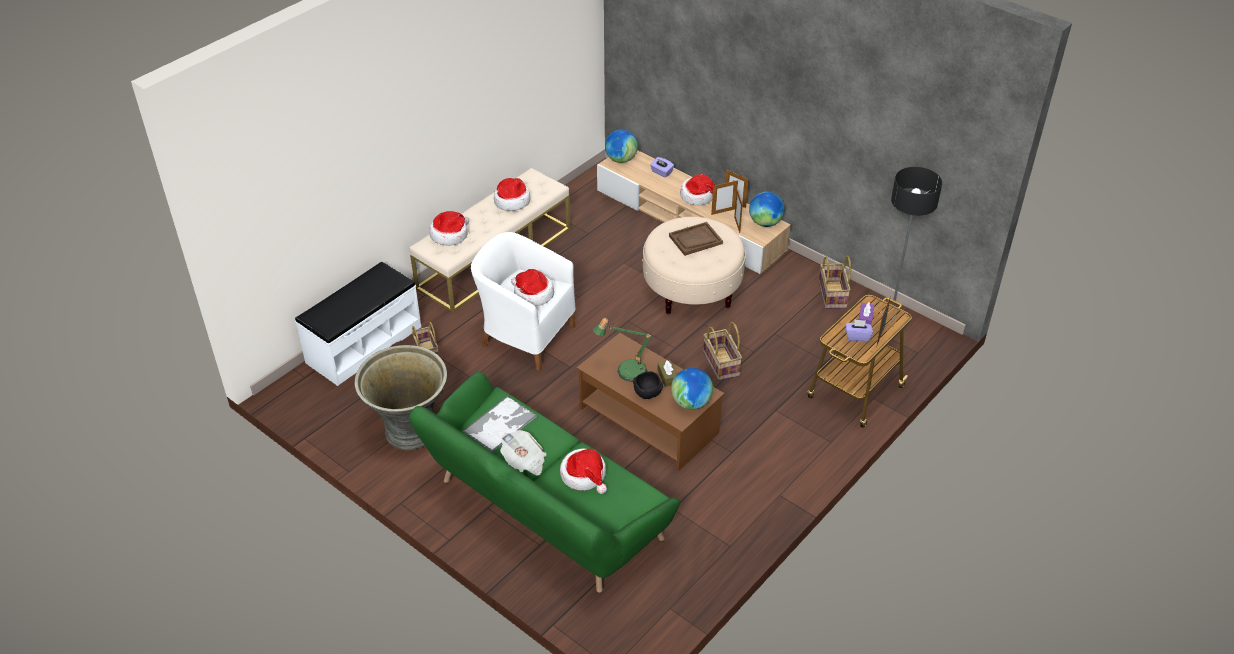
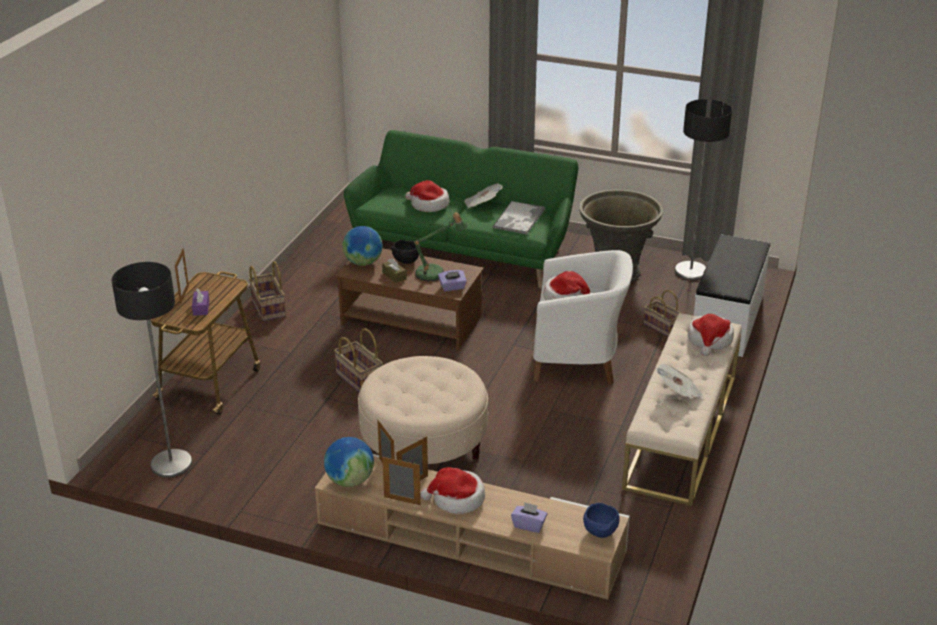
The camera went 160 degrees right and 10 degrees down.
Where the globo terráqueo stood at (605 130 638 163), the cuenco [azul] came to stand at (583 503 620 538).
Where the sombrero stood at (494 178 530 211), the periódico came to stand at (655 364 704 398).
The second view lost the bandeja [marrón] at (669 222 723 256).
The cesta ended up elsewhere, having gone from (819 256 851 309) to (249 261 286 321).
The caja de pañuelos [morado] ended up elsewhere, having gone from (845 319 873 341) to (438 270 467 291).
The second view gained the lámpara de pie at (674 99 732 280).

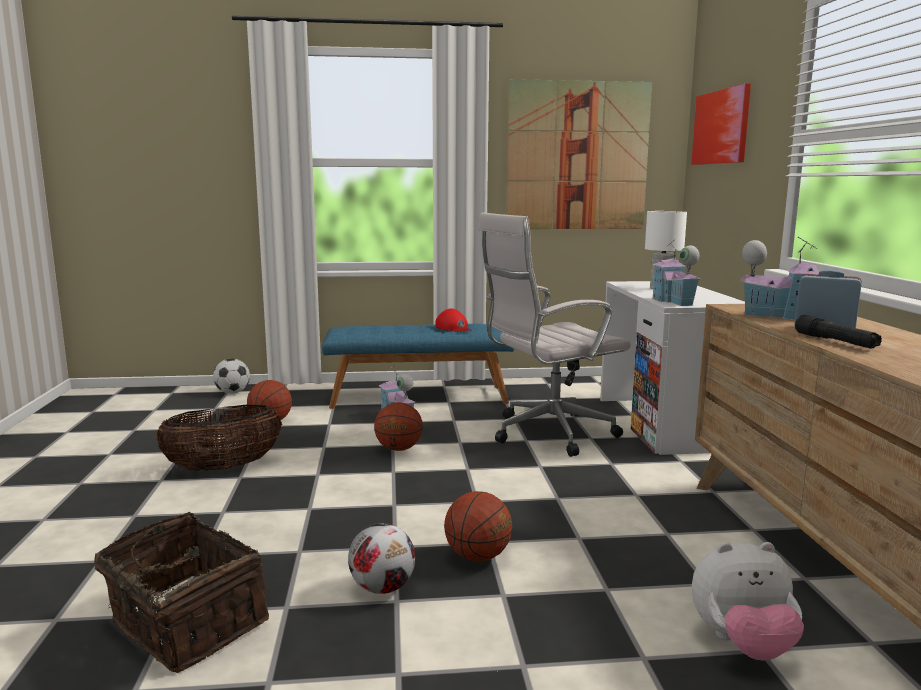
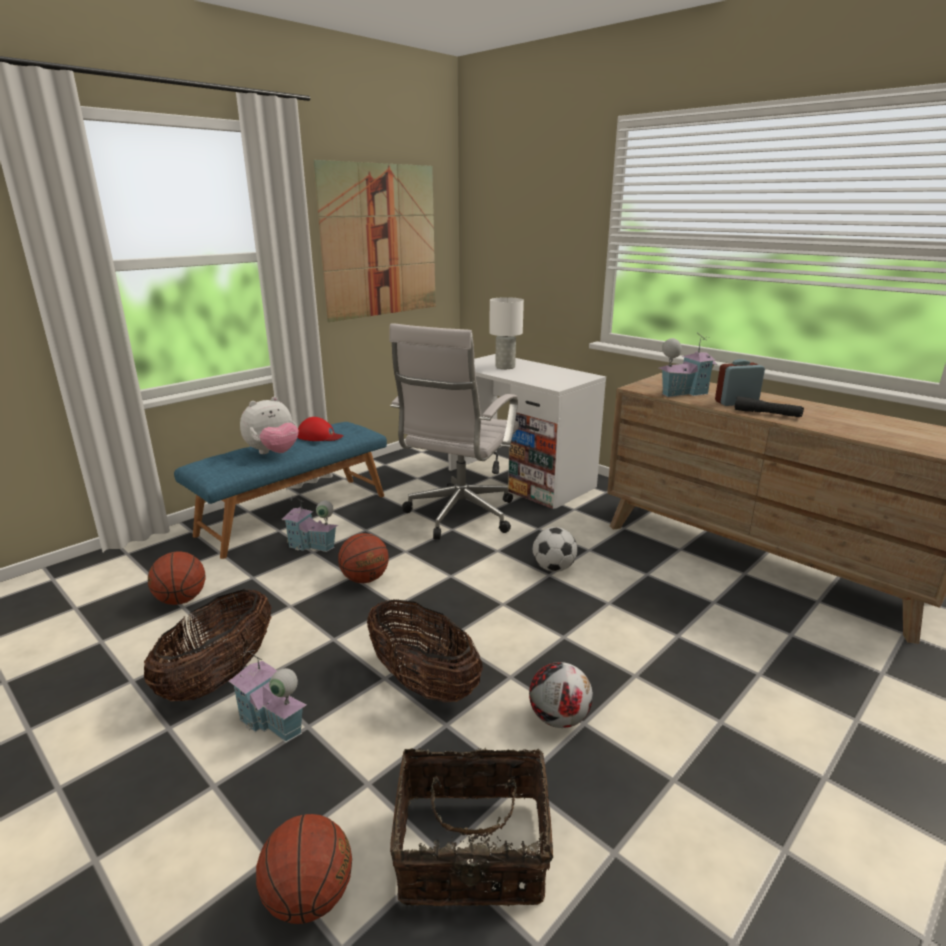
The camera went 40 degrees left and 10 degrees up.
The second view lost the cuadro at (691 83 751 165).
The casita ended up elsewhere, having gone from (652 240 701 306) to (229 648 306 742).
The balón de fútbol ended up elsewhere, having gone from (213 359 250 394) to (533 527 577 572).
The balón de baloncesto ended up elsewhere, having gone from (444 491 512 562) to (256 814 352 924).
The peluche ended up elsewhere, having gone from (692 542 804 661) to (240 396 298 454).
The second view gained the cesta at (367 599 483 703).

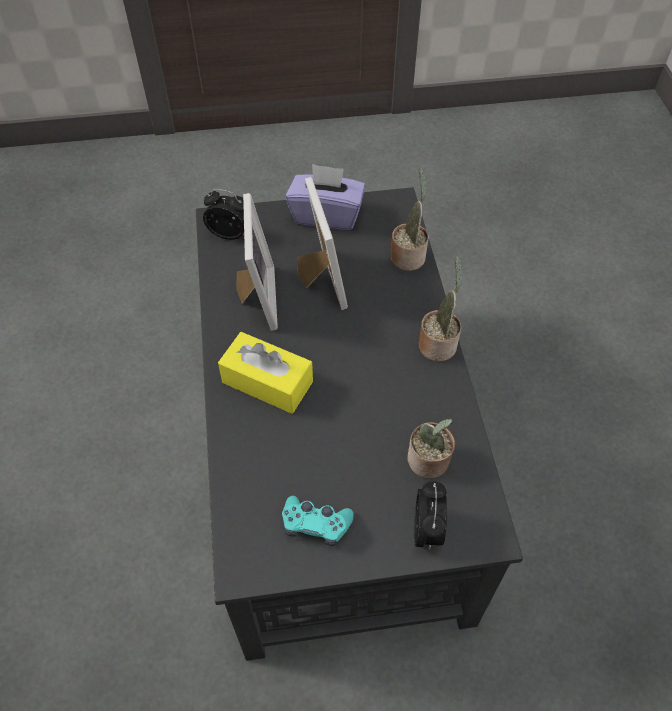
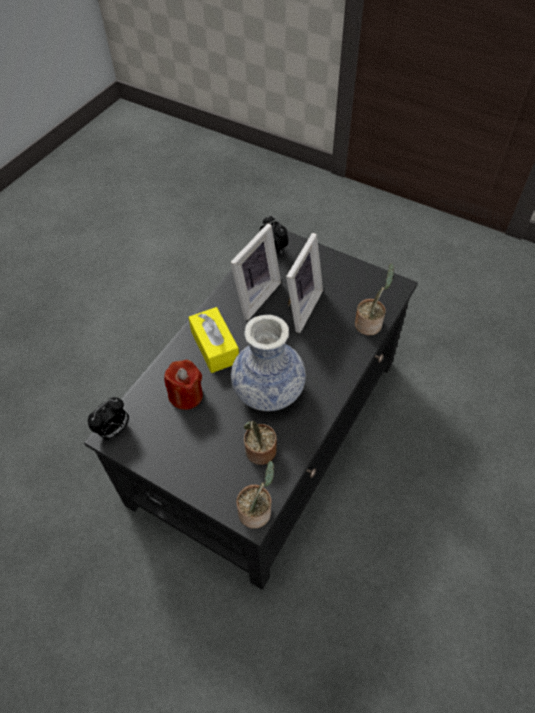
The camera went 40 degrees right and 0 degrees up.
The second view lost the caja de pañuelos [morado] at (286 164 365 230).
The planta en maceta ended up elsewhere, having gone from (419 256 463 361) to (236 460 274 529).
The despertador ended up elsewhere, having gone from (414 481 447 550) to (88 397 129 440).
The second view lost the mando de consola [turquesa] at (282 496 353 546).
The second view gained the florero at (231 315 306 411).
The second view gained the vela [rojo] at (164 360 203 410).

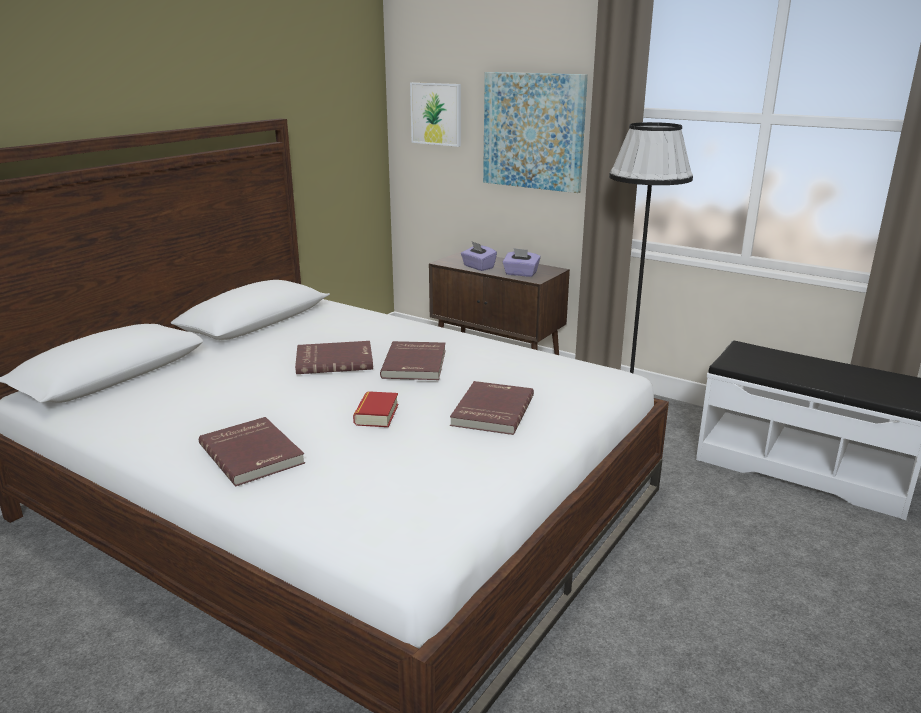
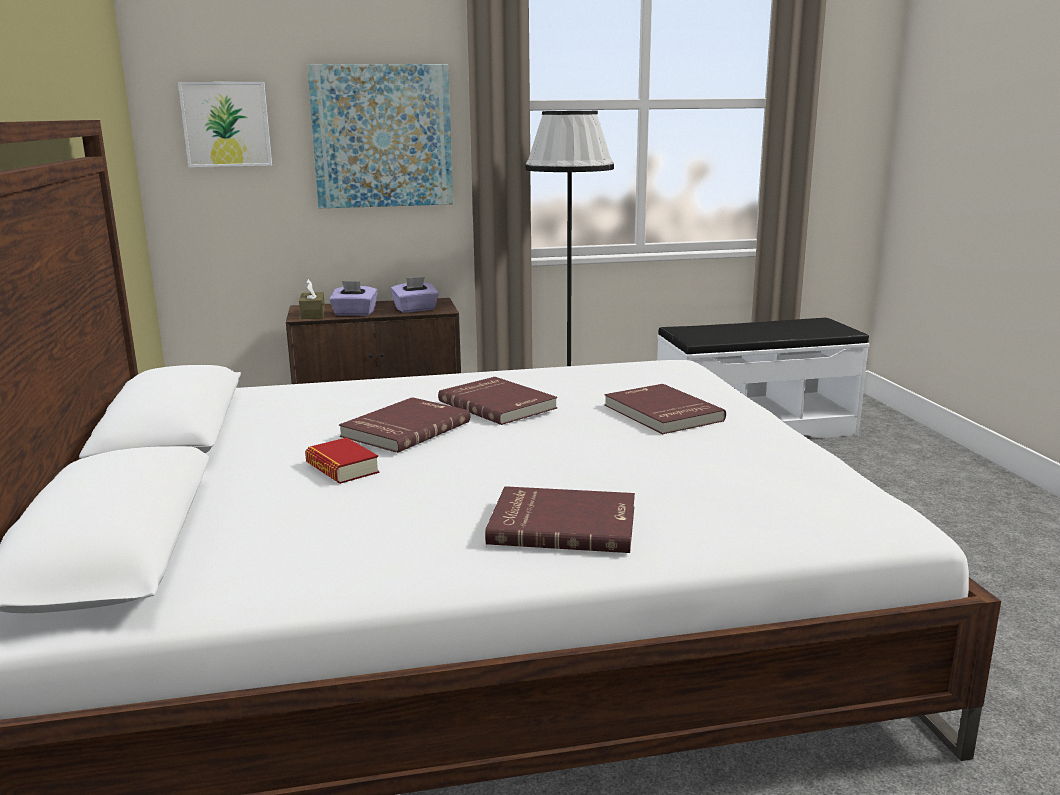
The camera went 45 degrees left and 5 degrees down.
The libro ended up elsewhere, having gone from (353 391 398 427) to (305 437 379 484).
The second view gained the caja de pañuelos [marrón] at (299 279 325 319).

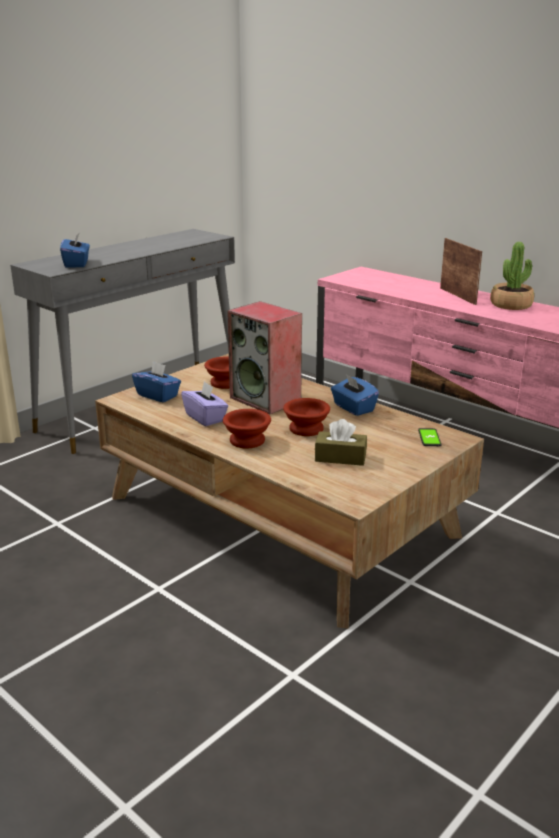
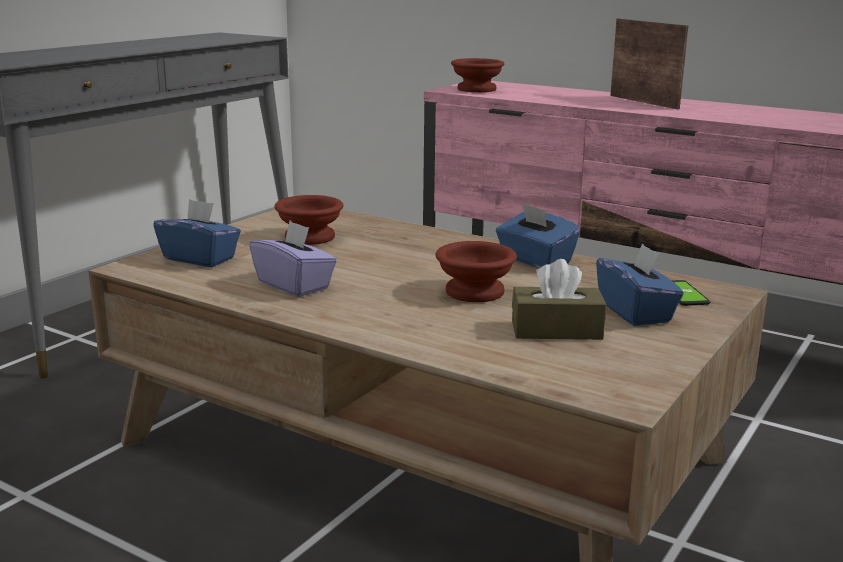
The camera went 10 degrees left and 5 degrees down.
The caja de pañuelos [azul] ended up elsewhere, having gone from (60 232 90 268) to (596 243 684 326).
The second view lost the planta en maceta at (490 242 534 310).
The second view lost the altavoz at (227 301 302 414).
The cuenco [marrón] ended up elsewhere, having gone from (223 409 271 449) to (451 58 504 92).

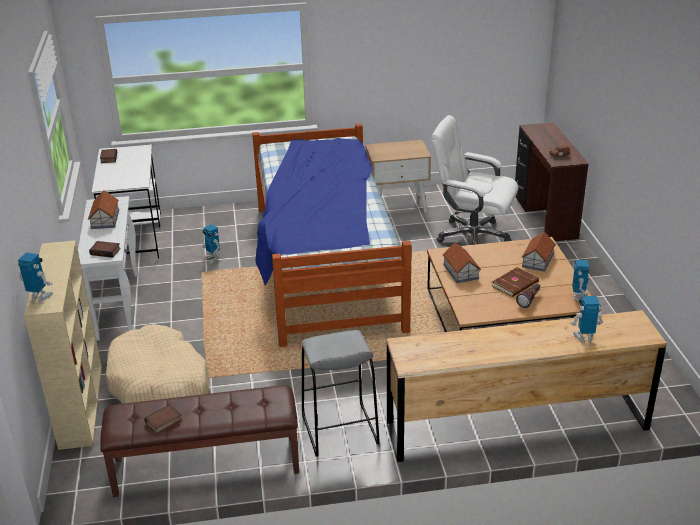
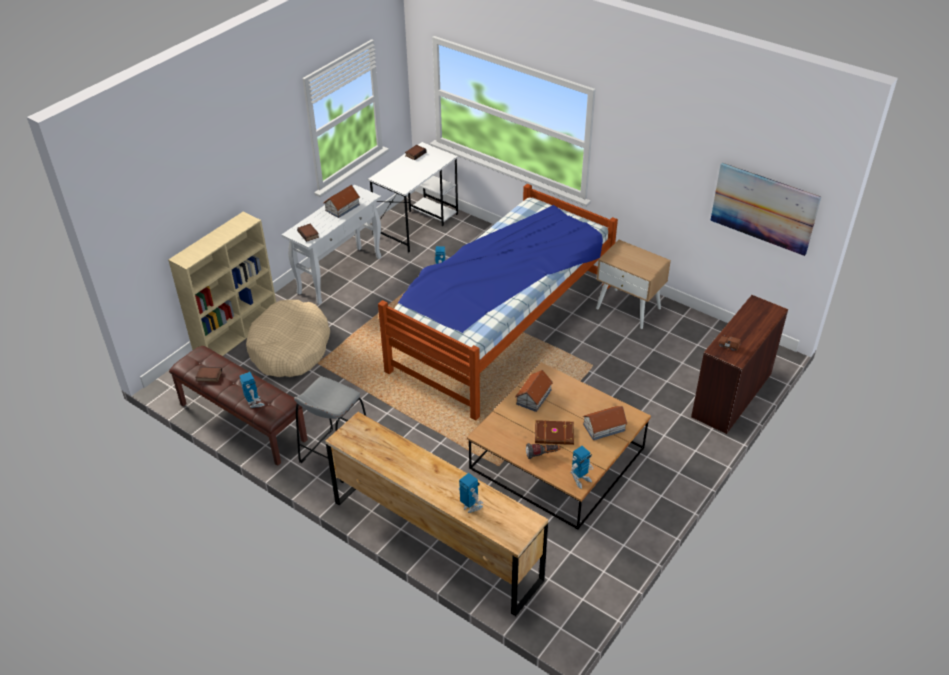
The camera went 45 degrees right and 10 degrees up.
The second view lost the silla de oficina [blanco] at (432 115 519 245).
The robot de juguete ended up elsewhere, having gone from (18 253 53 302) to (240 372 265 408).
The second view gained the cuadro at (710 163 821 256).

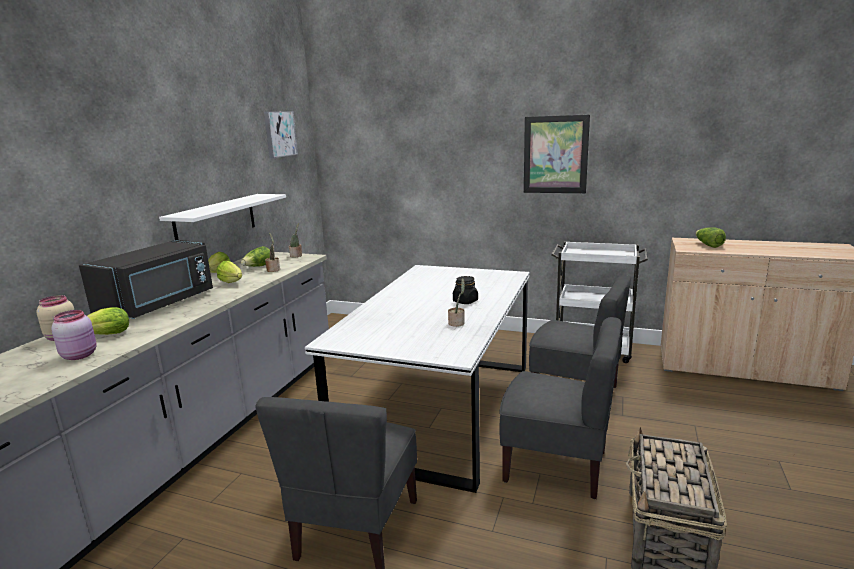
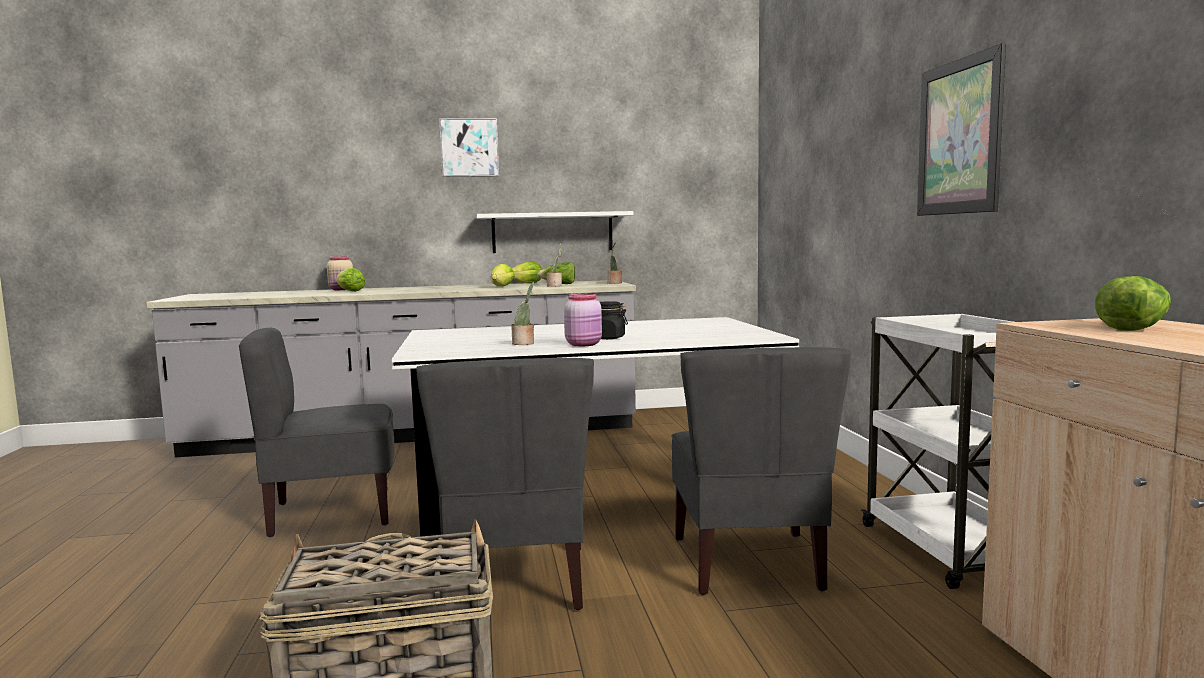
The camera went 60 degrees right and 10 degrees down.
The cuadro ended up elsewhere, having gone from (264 111 298 158) to (439 118 499 177).
The second view lost the microondas [negro] at (79 240 213 319).
The tarro [rosa] ended up elsewhere, having gone from (51 310 96 360) to (564 293 602 346).

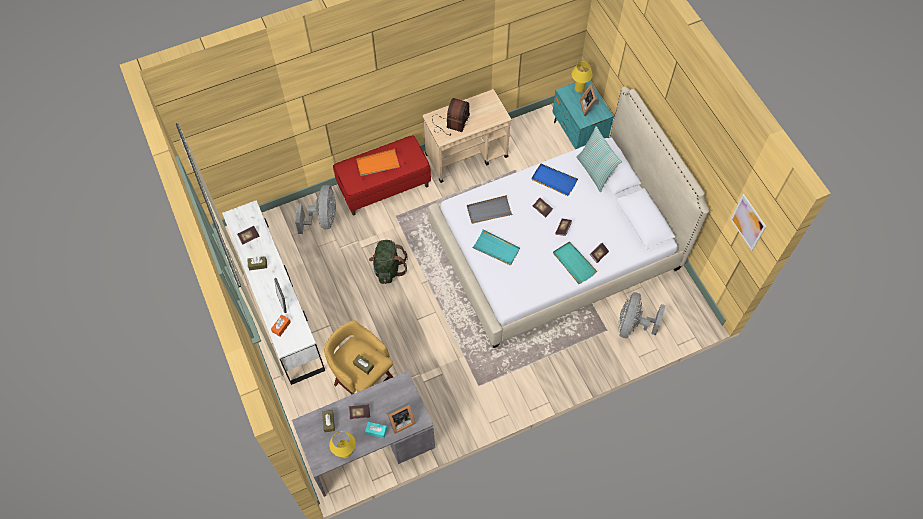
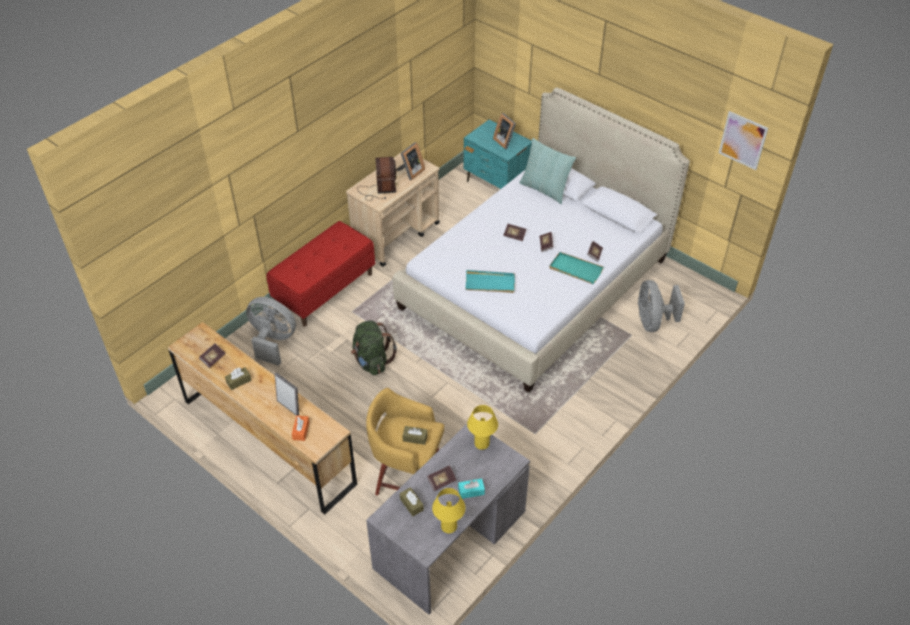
The camera went 25 degrees left and 15 degrees down.
The lámpara de mesa [amarillo] ended up elsewhere, having gone from (572 61 593 93) to (467 405 498 450).
The second view lost the bandeja [naranja] at (356 149 400 176).
The second view lost the bandeja [azul] at (532 164 578 196).
The ventilador [gris] at (295 185 336 234) ended up facing another way, 45 degrees counterclockwise from before.
The second view lost the bandeja [gris] at (467 195 512 224).
What was the cómoda [blanco] at (222 200 325 385) turned into the cómoda [marrón] at (168 322 357 514).
The portarretratos ended up elsewhere, having gone from (386 403 416 434) to (396 142 425 180).

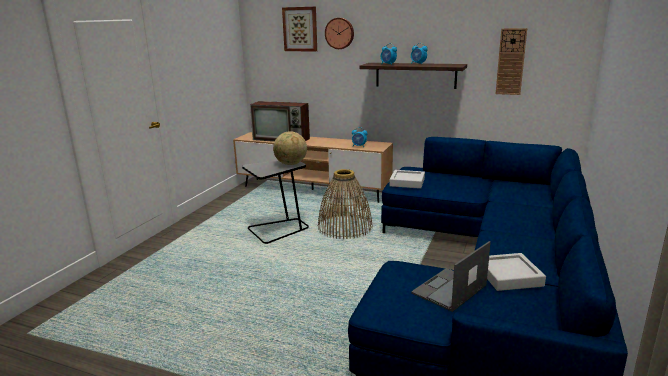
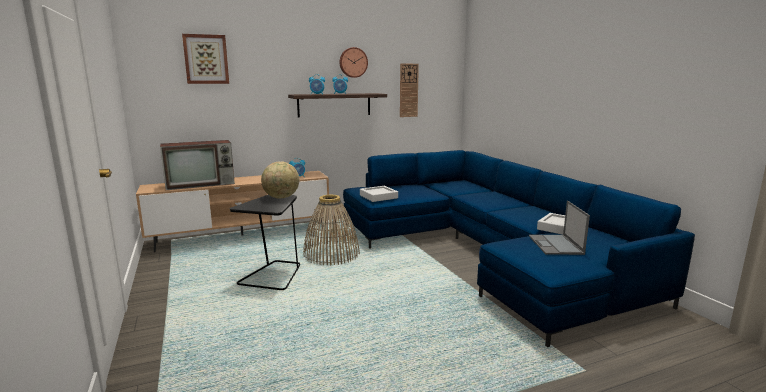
The camera went 45 degrees left and 5 degrees down.
The reloj de pared ended up elsewhere, having gone from (325 18 354 49) to (340 47 368 78).

